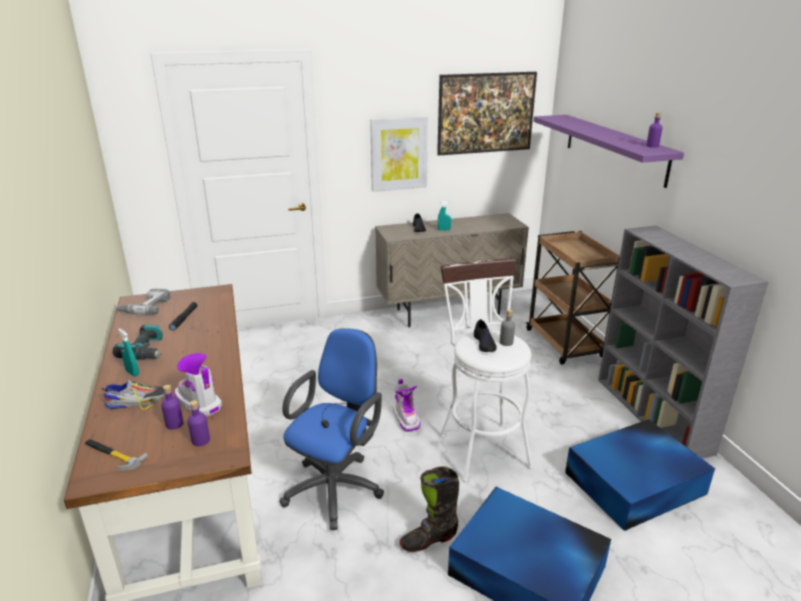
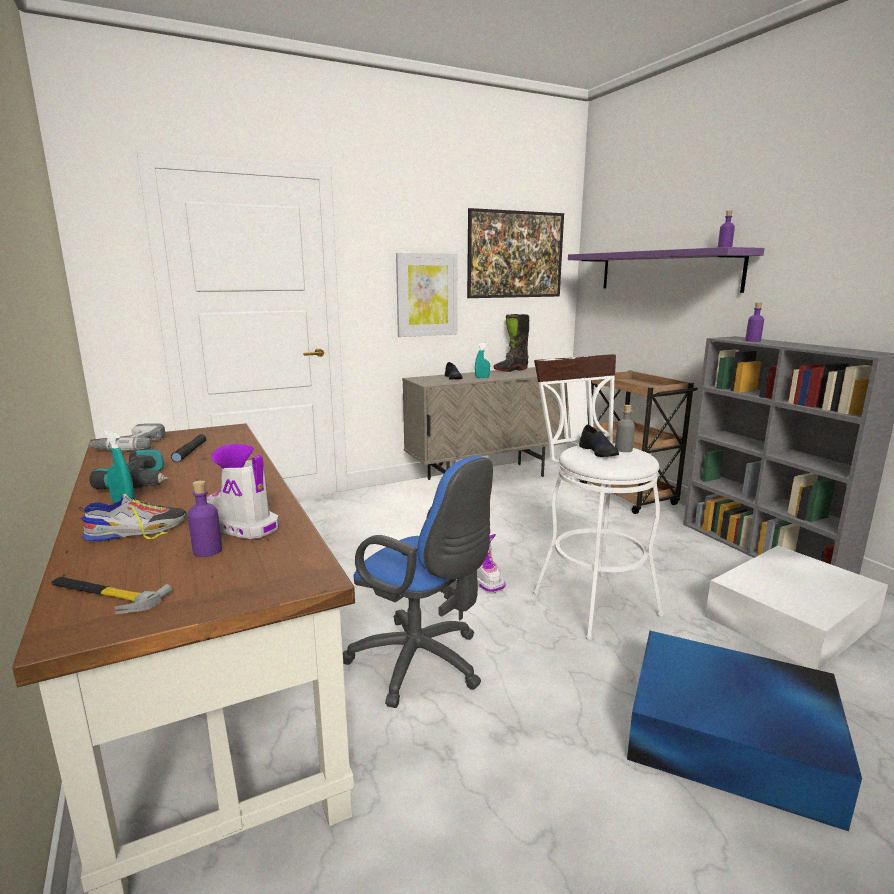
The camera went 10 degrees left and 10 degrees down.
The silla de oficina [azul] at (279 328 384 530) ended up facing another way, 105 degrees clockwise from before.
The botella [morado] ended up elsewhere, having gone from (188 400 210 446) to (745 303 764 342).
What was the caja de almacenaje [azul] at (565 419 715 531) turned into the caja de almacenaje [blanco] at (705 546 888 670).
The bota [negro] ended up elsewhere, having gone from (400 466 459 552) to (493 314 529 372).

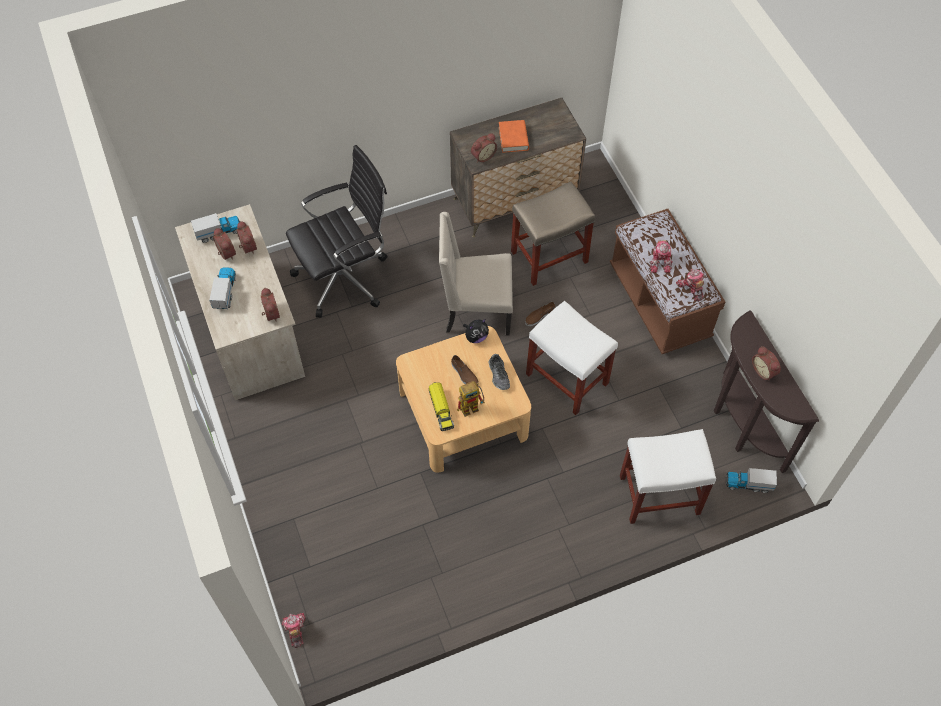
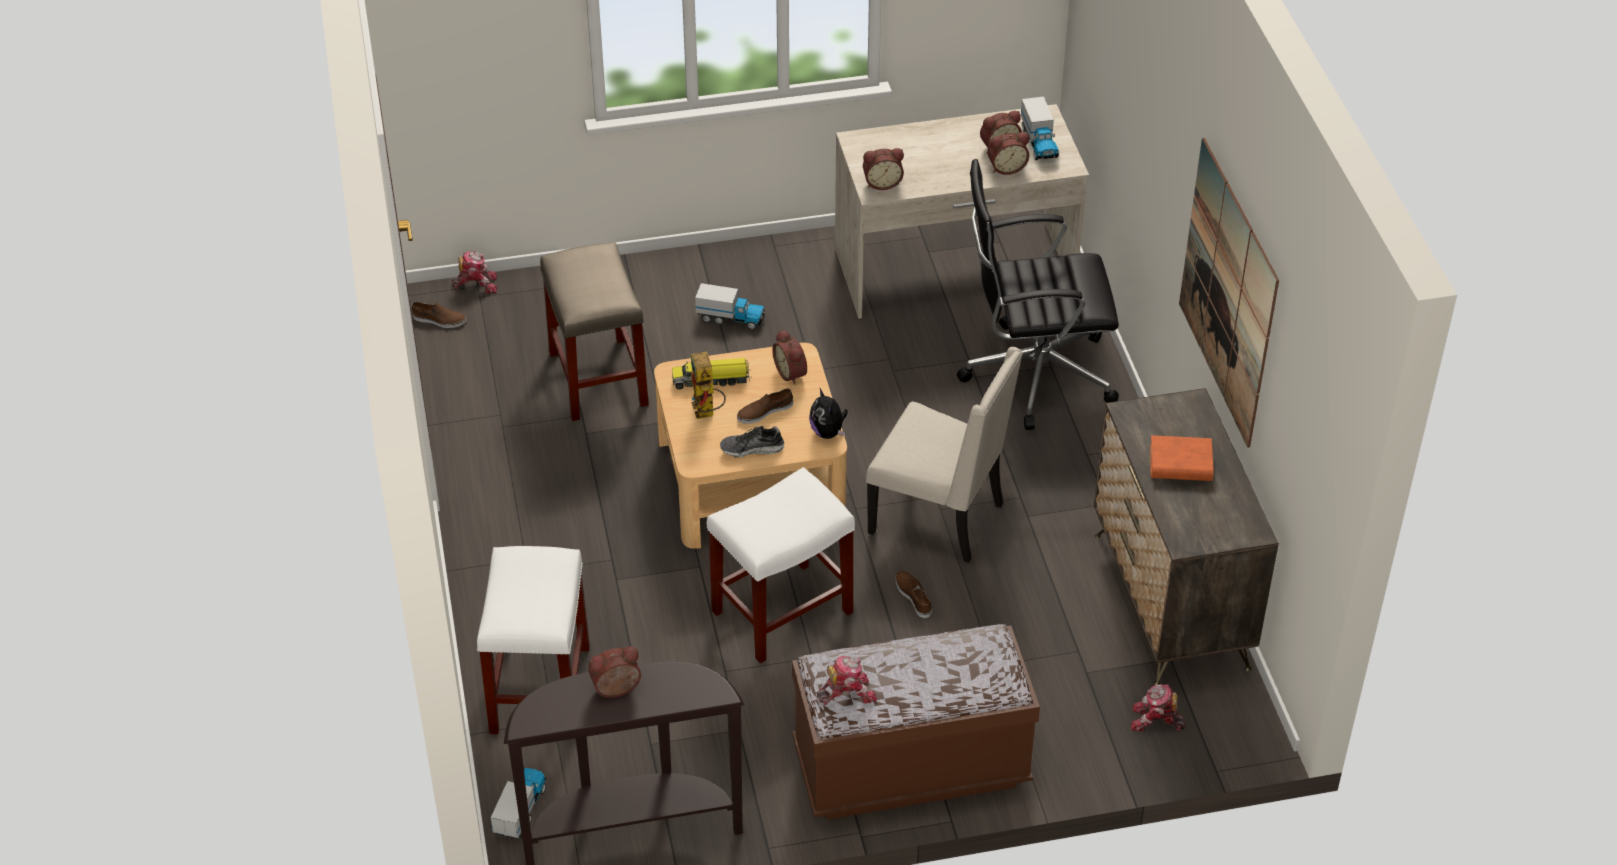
The camera went 100 degrees right and 15 degrees down.
The despertador ended up elsewhere, having gone from (471 133 497 162) to (772 330 807 385).
The silla de oficina [negro] at (286 145 388 318) ended up facing another way, 105 degrees clockwise from before.
The taburete [beis] ended up elsewhere, having gone from (511 182 595 286) to (540 242 649 421).
The silla [beis] at (439 212 513 336) ended up facing another way, 105 degrees clockwise from before.
The robot de juguete ended up elsewhere, having gone from (650 240 673 273) to (1131 684 1186 731).
The camión de juguete ended up elsewhere, having gone from (209 267 236 309) to (695 283 765 329).
The second view gained the cuadro at (1179 138 1279 448).
The second view gained the zapato [marrón] at (412 302 466 328).

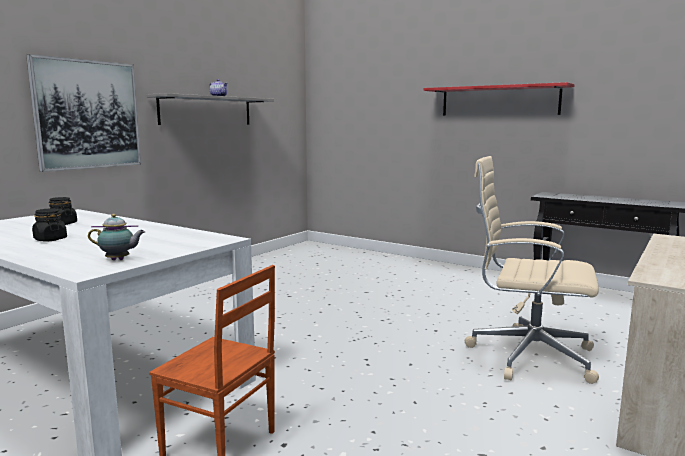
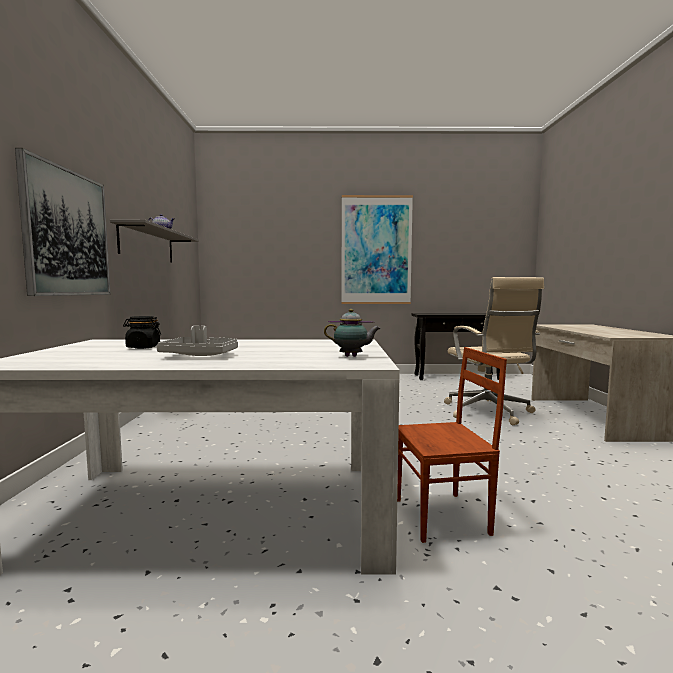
The camera went 35 degrees left and 5 degrees down.
Where the estante [rojo] hung at (423 82 575 116), the cuadro came to hang at (342 195 413 304).
The silla de oficina [beis] at (465 156 599 384) ended up facing another way, 90 degrees counterclockwise from before.
Where the tarro [negro] stood at (32 208 67 241), the bandeja [gris] came to stand at (156 326 238 356).
The tetera at (88 214 145 260) ended up facing another way, 45 degrees clockwise from before.

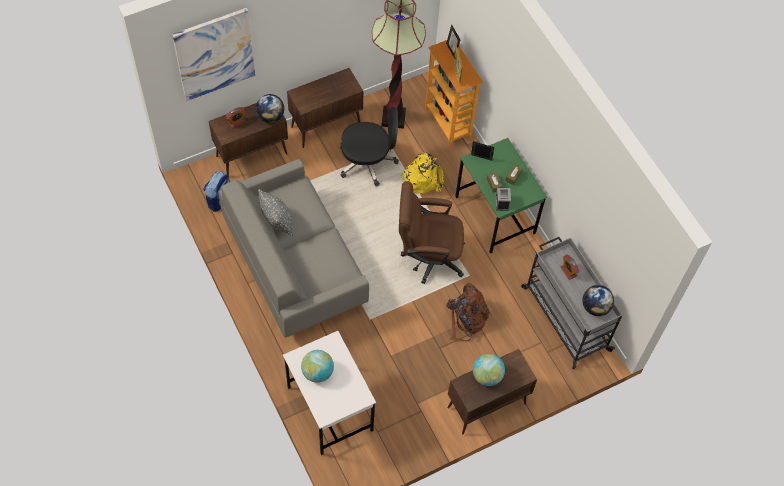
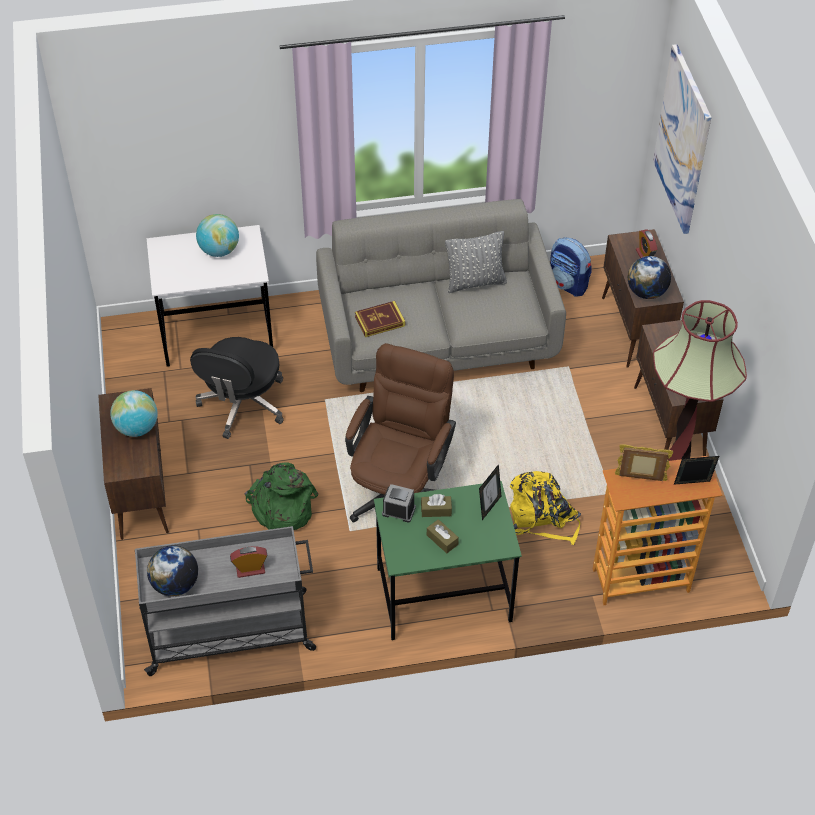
The camera went 110 degrees right and 10 degrees down.
The silla de oficina [negro] ended up elsewhere, having gone from (340 107 399 187) to (190 337 284 439).
What was the mochila [marrón] at (446 283 492 341) turned into the mochila [verde] at (244 462 318 530).
The second view gained the libro at (355 301 405 337).

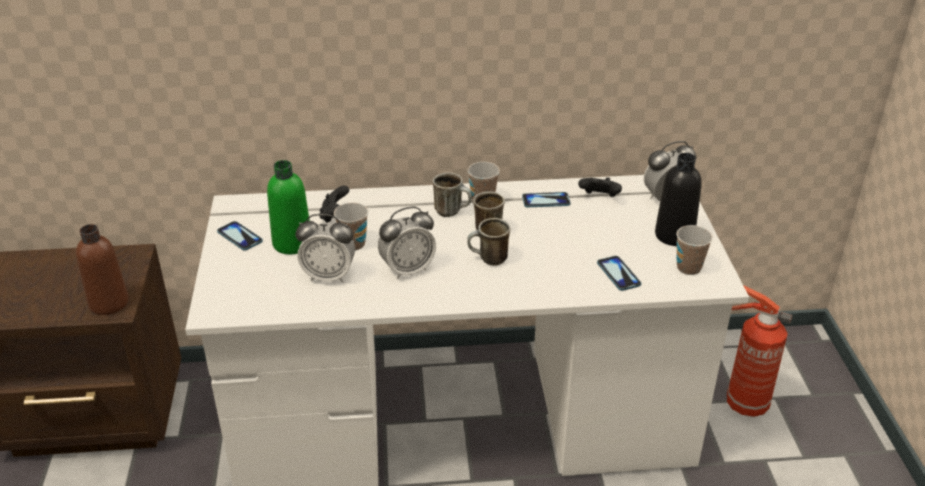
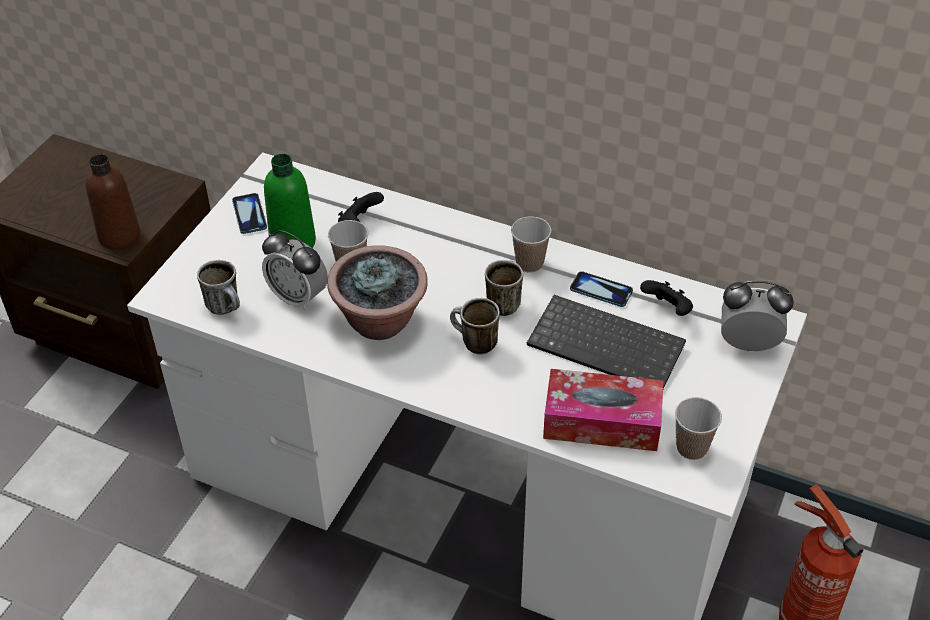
The camera went 30 degrees right and 10 degrees up.
The second view lost the botella [negro] at (655 153 702 246).
The taza grande ended up elsewhere, having gone from (433 172 472 217) to (197 260 240 315).
Where the despertador stood at (378 207 436 279), the planta en maceta came to stand at (327 245 428 340).
Where the móvil stood at (597 256 641 291), the caja de pañuelos came to stand at (543 369 664 451).
The second view gained the teclado at (527 295 686 389).

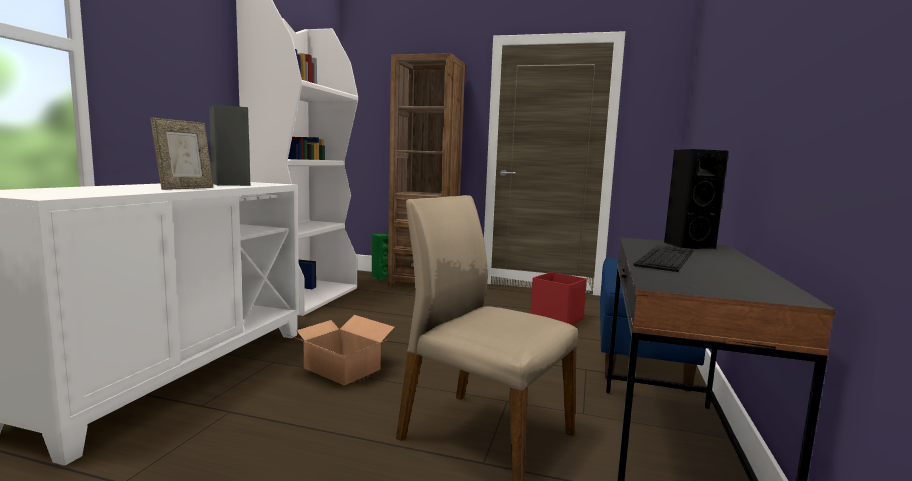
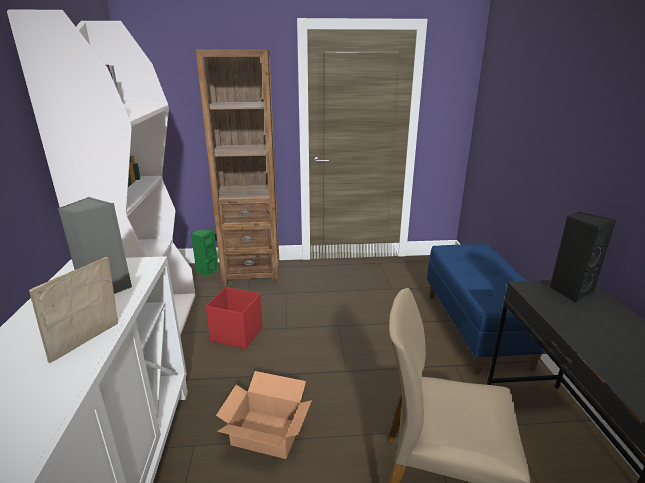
The camera went 20 degrees left and 15 degrees up.
The portarretratos at (151 117 213 190) ended up facing another way, 150 degrees counterclockwise from before.
The second view lost the teclado at (633 245 694 272).
The caja de almacenaje [rojo] ended up elsewhere, having gone from (530 272 587 325) to (206 287 263 349).

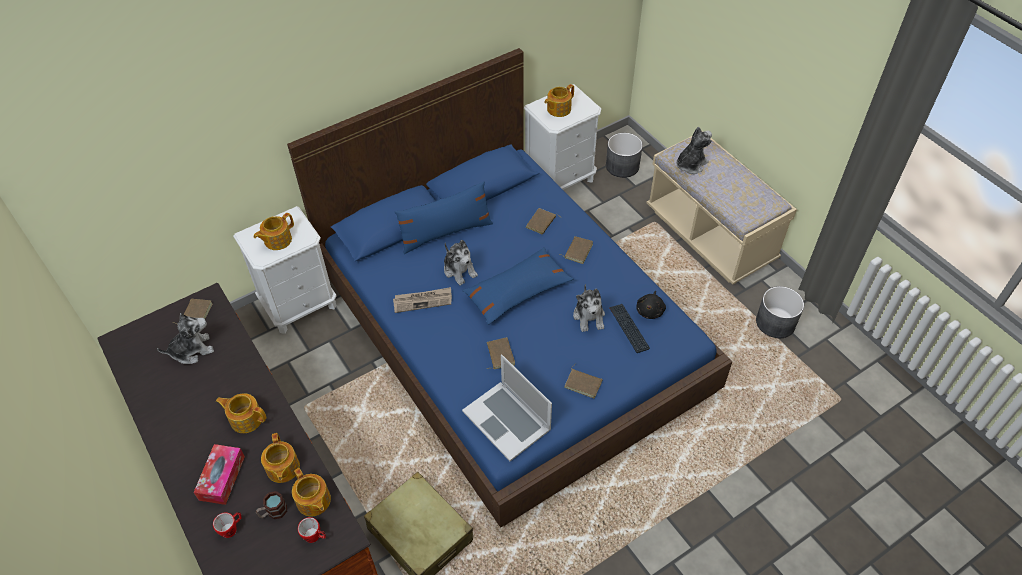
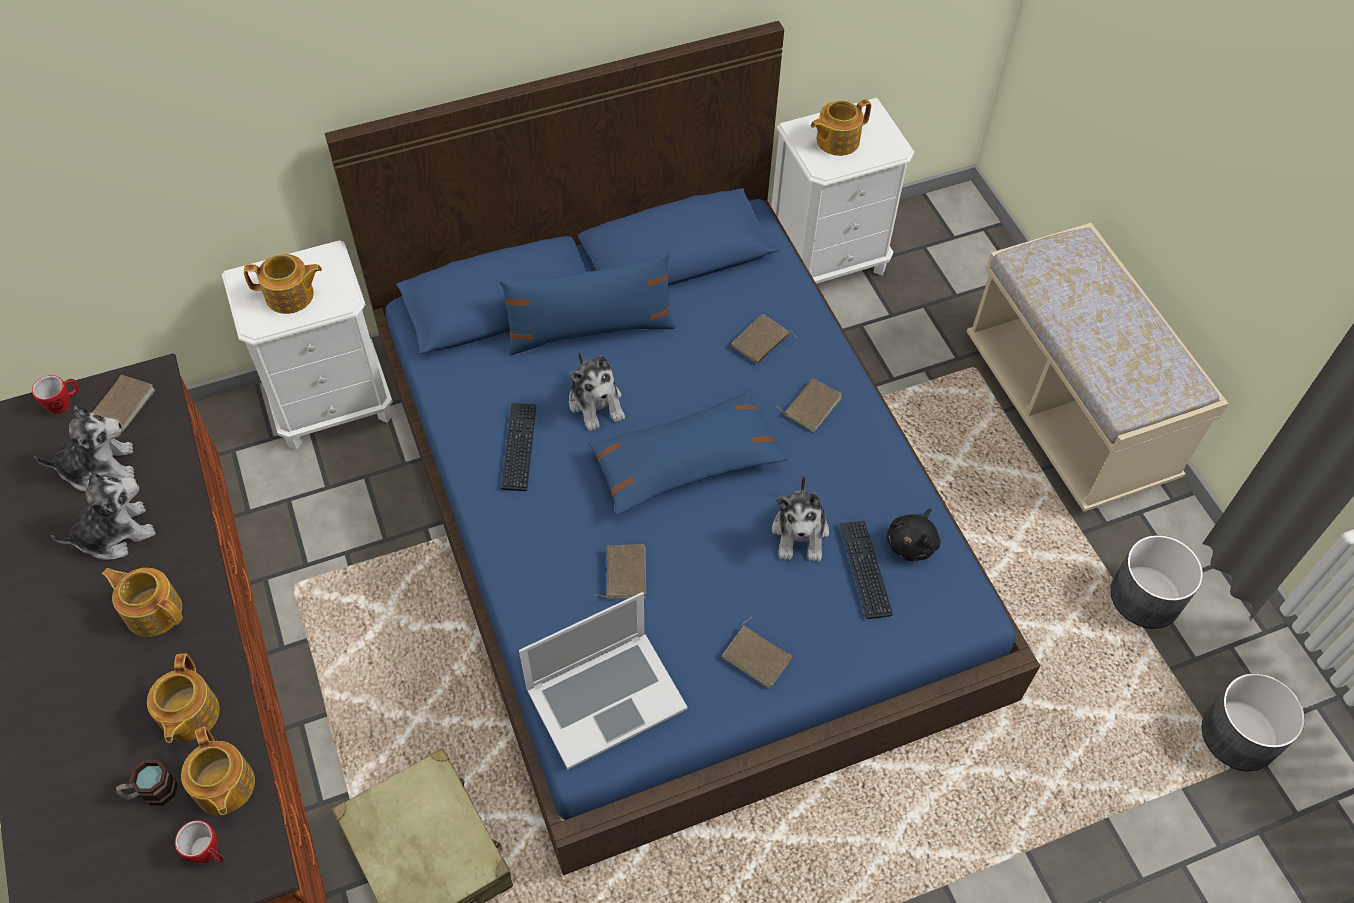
The camera went 10 degrees right and 5 degrees up.
The peluche ended up elsewhere, having gone from (676 127 712 174) to (51 472 156 560).
The maceta [gris] ended up elsewhere, having gone from (606 133 643 178) to (1202 673 1305 772).
The tetera at (254 213 294 250) ended up facing another way, 150 degrees counterclockwise from before.
Where the periódico stood at (393 287 452 313), the teclado came to stand at (501 402 537 491).
The portátil at (462 354 552 461) ended up facing another way, 90 degrees counterclockwise from before.
The second view lost the caja de pañuelos at (194 444 245 505).
The taza grande ended up elsewhere, having gone from (213 512 241 538) to (32 375 79 414).

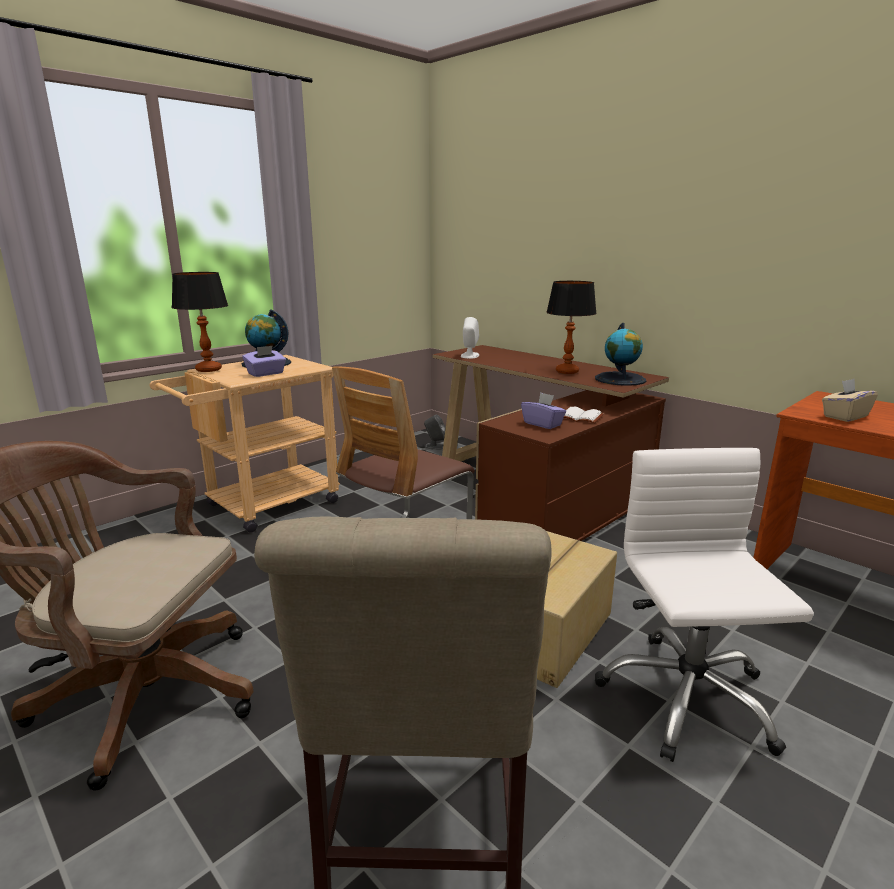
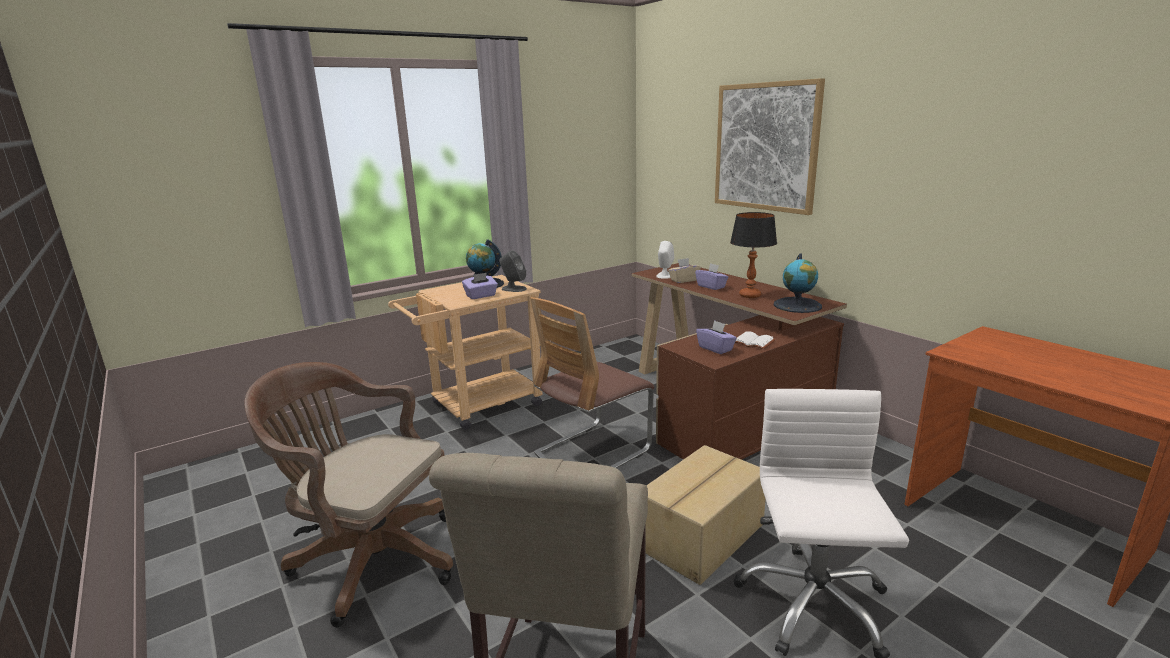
The camera went 10 degrees right and 0 degrees up.
The second view lost the lámpara de mesa at (172 272 228 372).
The caja de pañuelos [beis] ended up elsewhere, having gone from (822 379 878 422) to (668 258 701 283).
The altavoz [gris] ended up elsewhere, having gone from (424 415 446 450) to (499 250 527 292).
The second view gained the cuadro at (715 78 825 215).
The second view gained the caja de pañuelos [morado] at (695 263 729 290).

